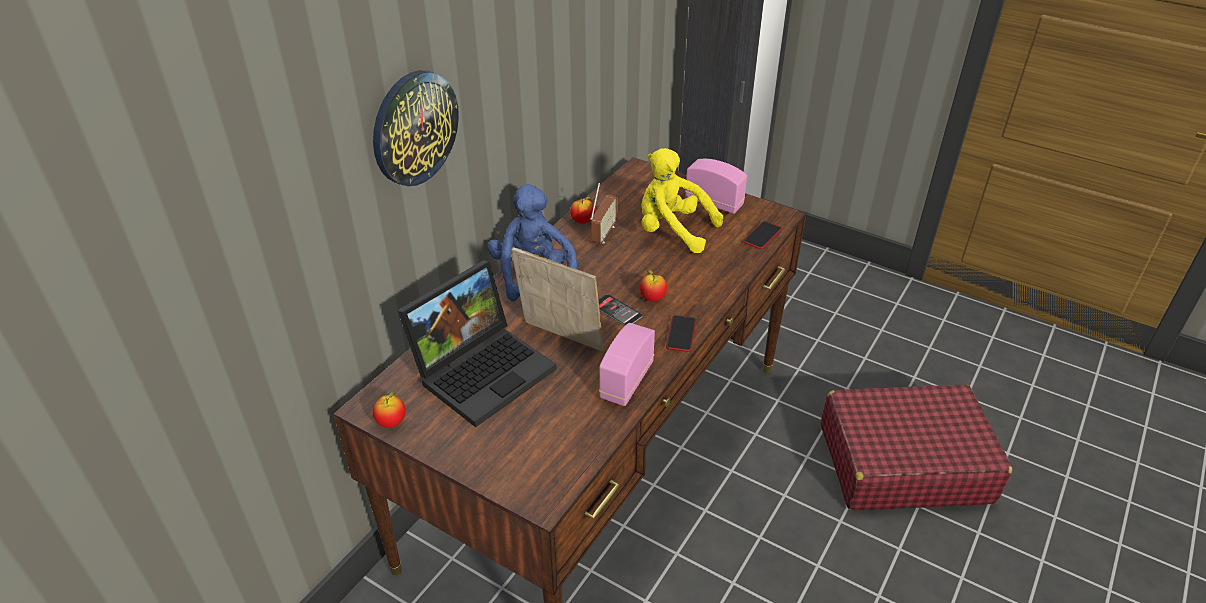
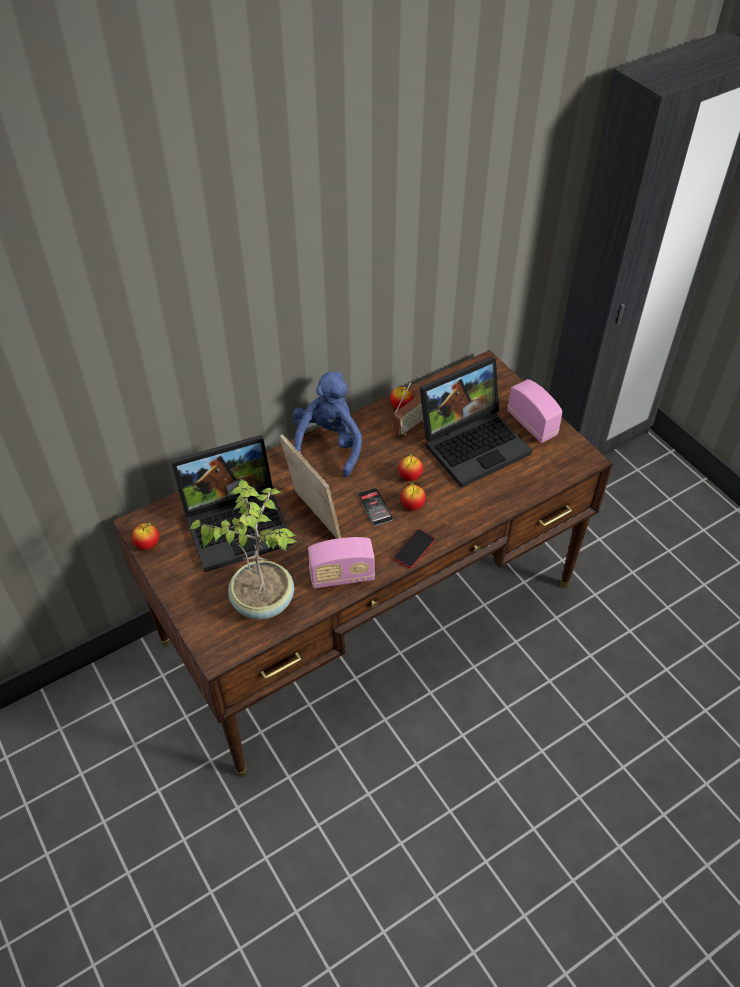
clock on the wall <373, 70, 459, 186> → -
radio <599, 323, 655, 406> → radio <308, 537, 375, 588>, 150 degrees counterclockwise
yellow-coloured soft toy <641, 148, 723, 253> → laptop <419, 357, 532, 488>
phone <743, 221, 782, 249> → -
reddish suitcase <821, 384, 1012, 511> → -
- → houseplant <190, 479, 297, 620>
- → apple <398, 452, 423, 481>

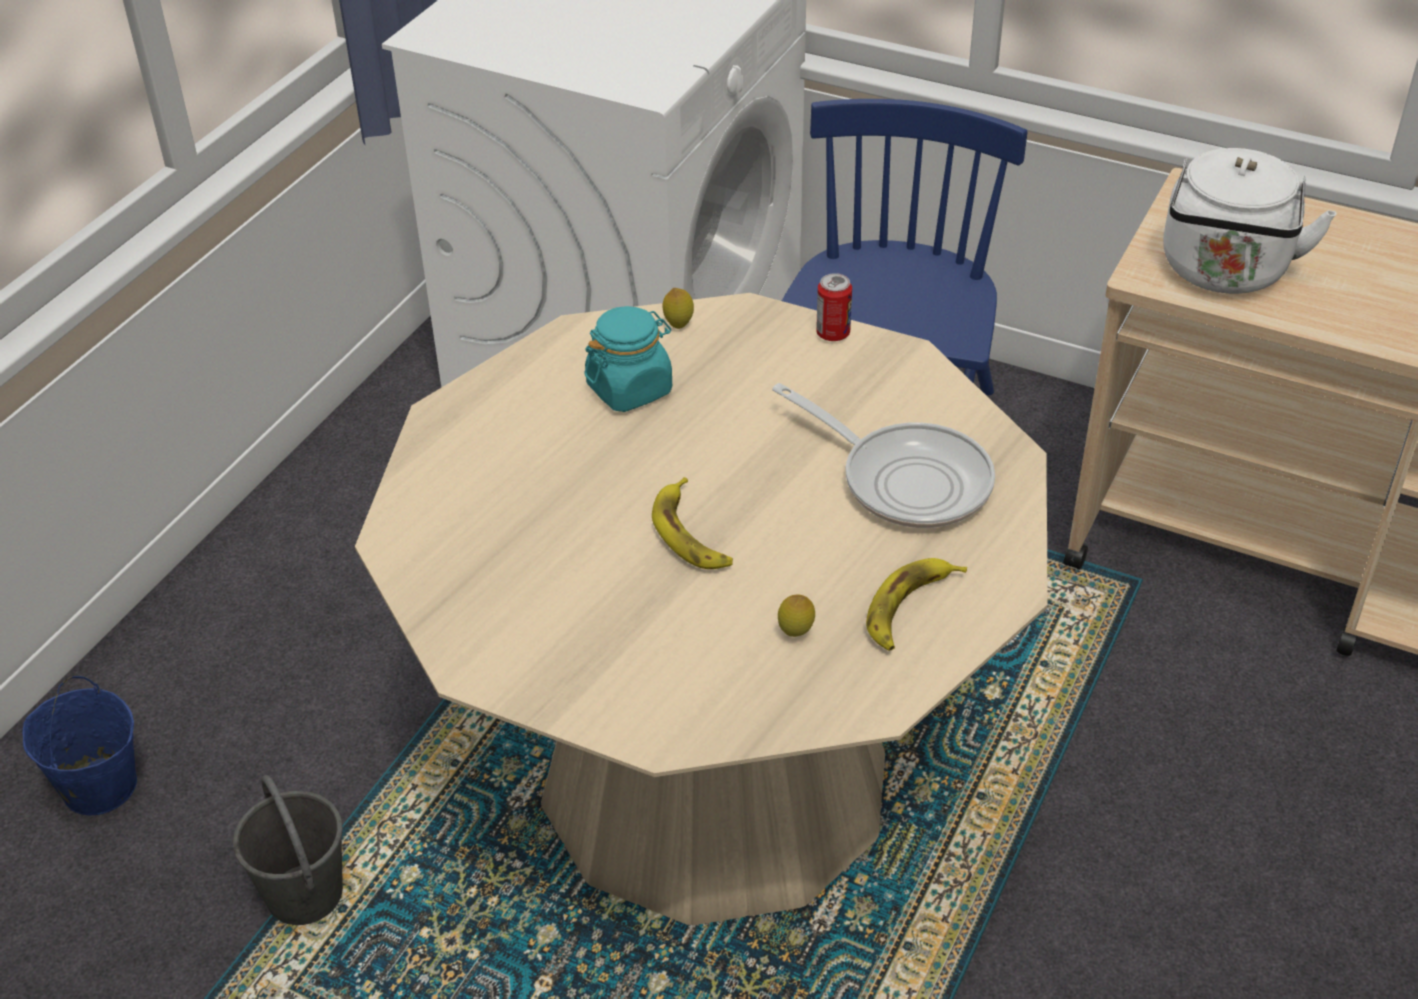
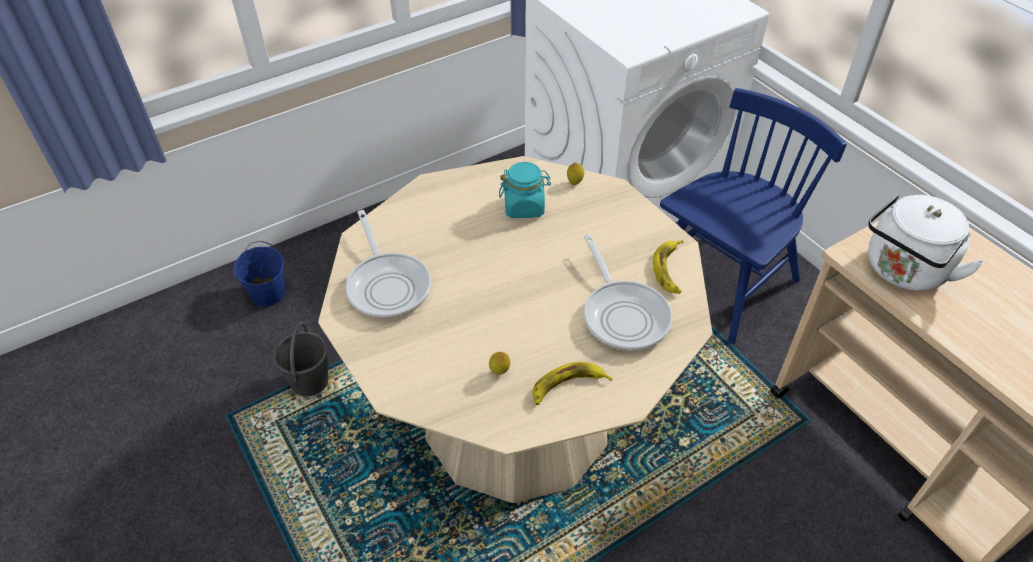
banana fruit <652, 477, 733, 569> → banana fruit <653, 240, 684, 294>, move
metal can <816, 273, 852, 341> → -
- → frying pan <345, 210, 431, 319>

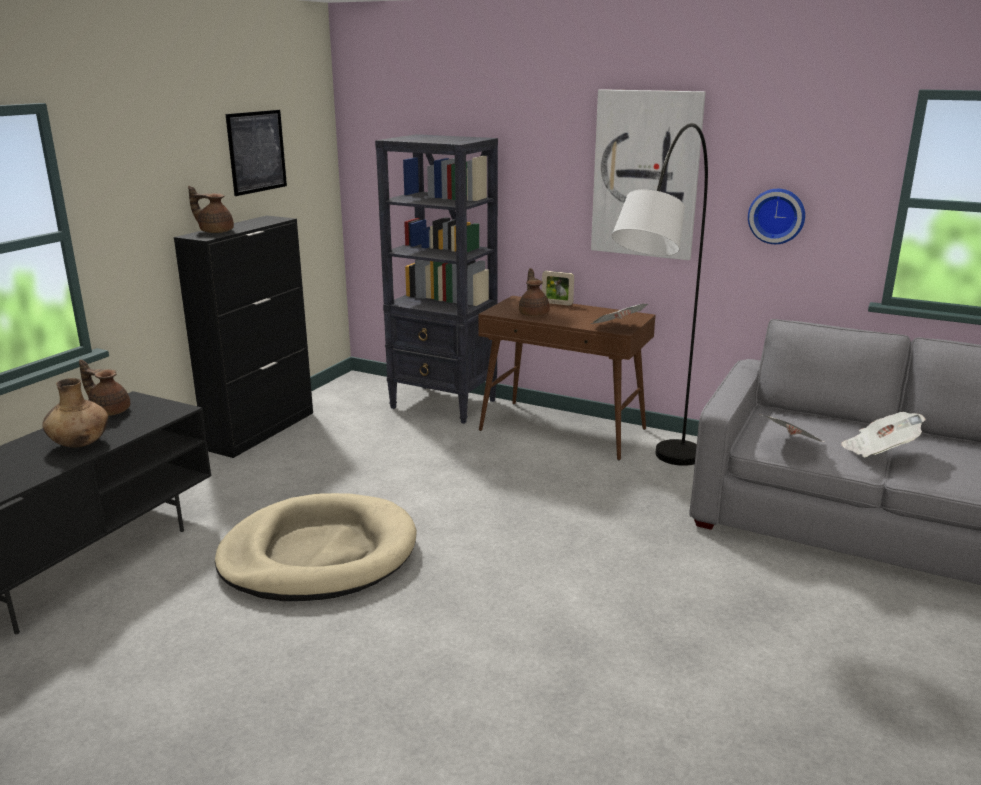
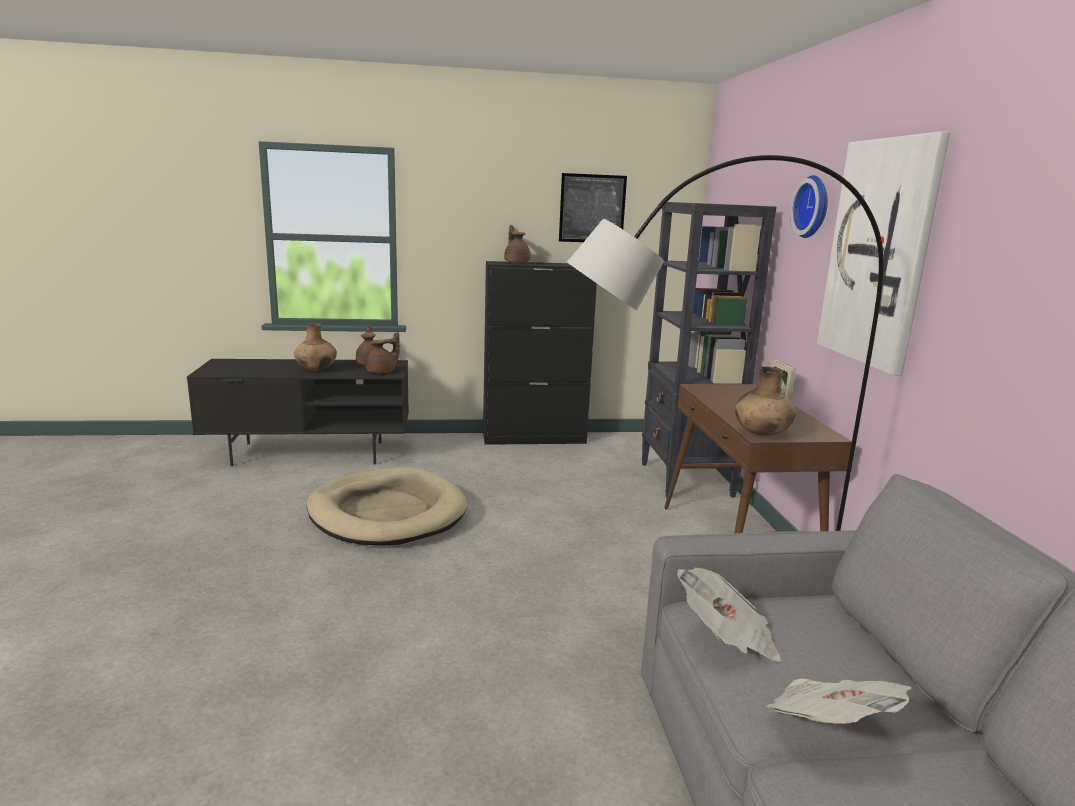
brownish tea pot <519, 268, 550, 317> → brownish tea pot <366, 332, 400, 373>, move
newspaper <591, 303, 648, 324> → brownish vase <734, 367, 796, 436>
clock on the wall <748, 189, 805, 244> → clock on the wall <790, 175, 828, 238>, move

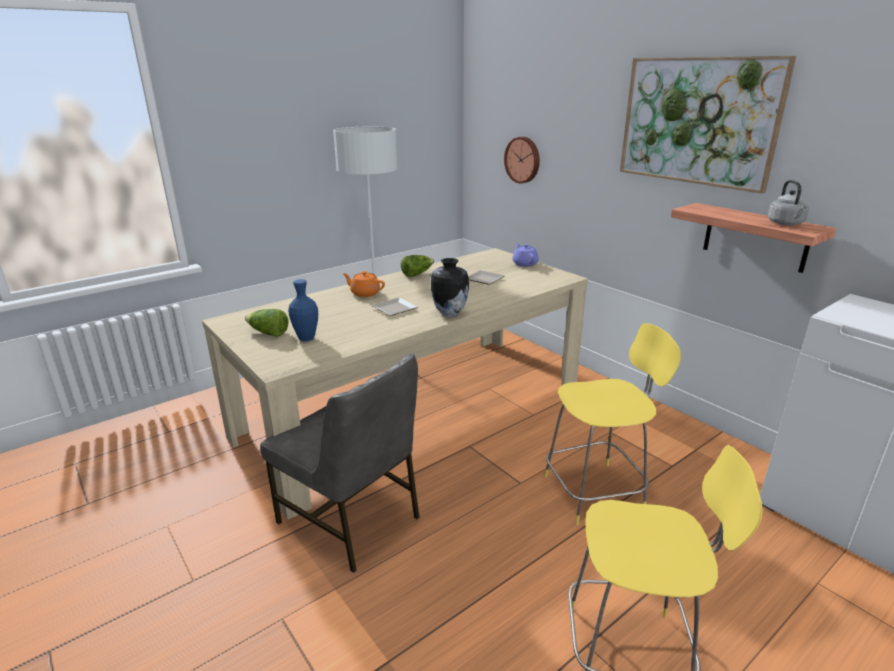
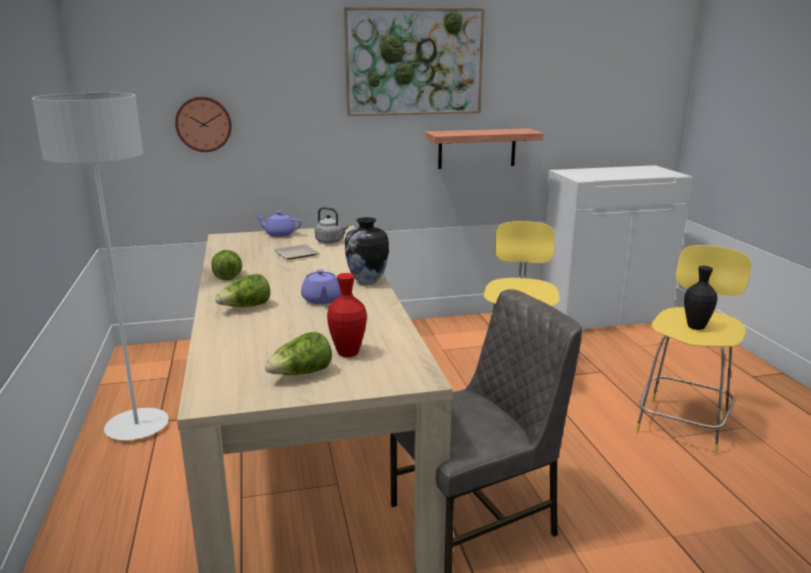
bluish vase <288, 279, 318, 341> → reddish vase <327, 273, 367, 357>
orangey tea pot <342, 271, 385, 297> → head of lettuce <215, 274, 270, 307>
plate <372, 298, 418, 316> → purple-coloured tea pot <301, 269, 341, 304>
grey tea kettle <768, 180, 809, 226> → grey tea kettle <315, 207, 348, 244>, move
- → blackish vase <684, 266, 717, 330>

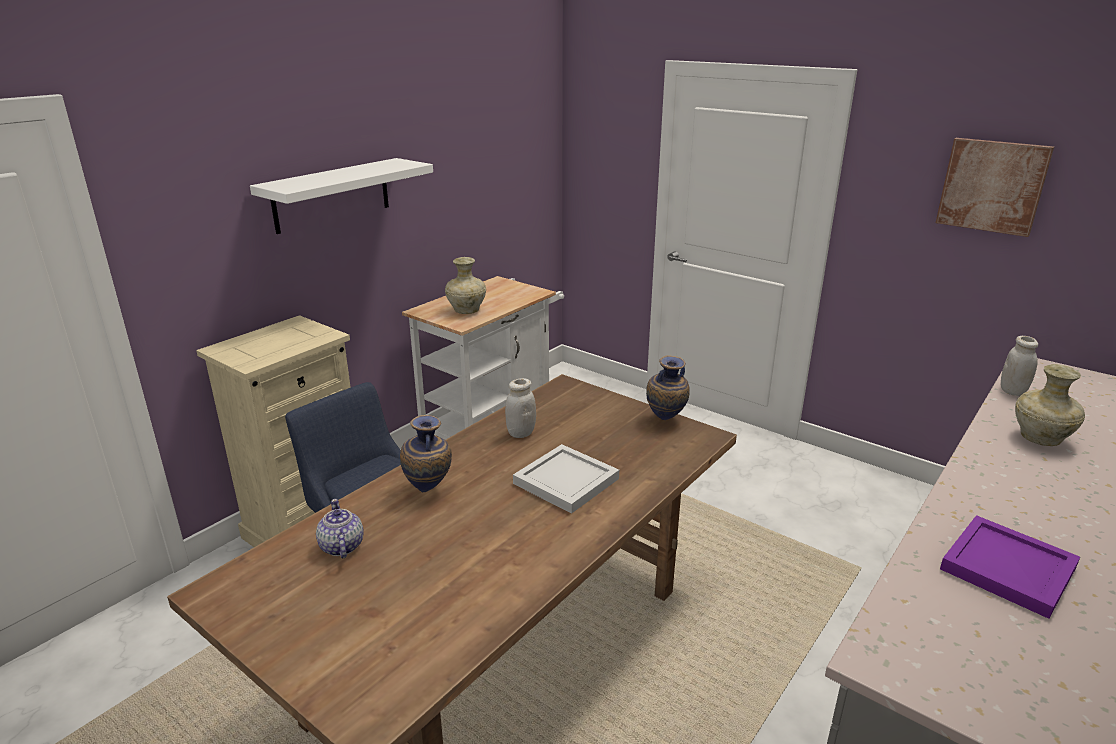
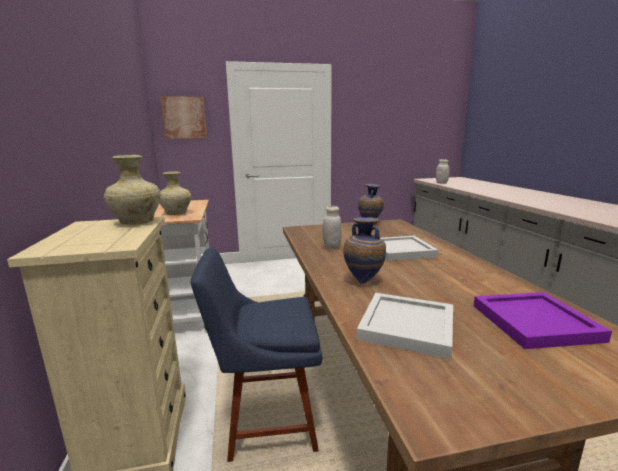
whitish bracket shelf <250, 158, 433, 234> → -
tea pot <316, 499, 364, 558> → whitish serving tray <357, 293, 453, 359>
picture <936, 138, 1054, 237> → picture <160, 96, 207, 139>, move
purple-coloured serving tray <940, 515, 1080, 619> → purple-coloured serving tray <474, 292, 612, 349>, move
sand-coloured vase <1015, 364, 1085, 446> → sand-coloured vase <104, 155, 161, 225>, move

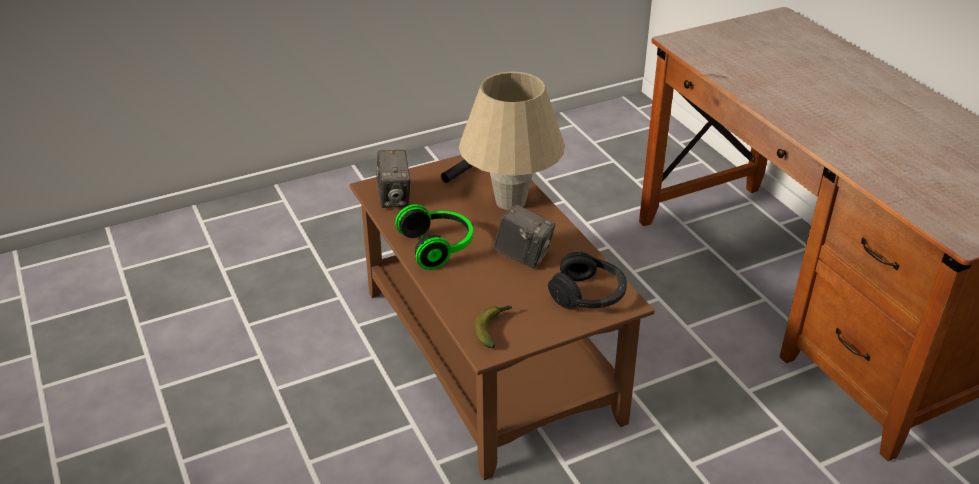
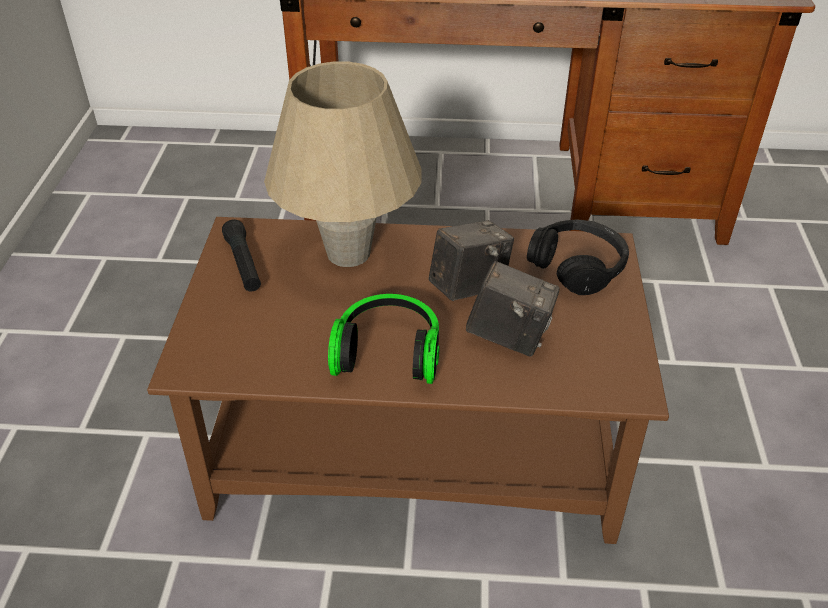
photo camera <376, 150, 411, 208> → photo camera <466, 261, 560, 357>, move
banana fruit <475, 306, 512, 348> → -

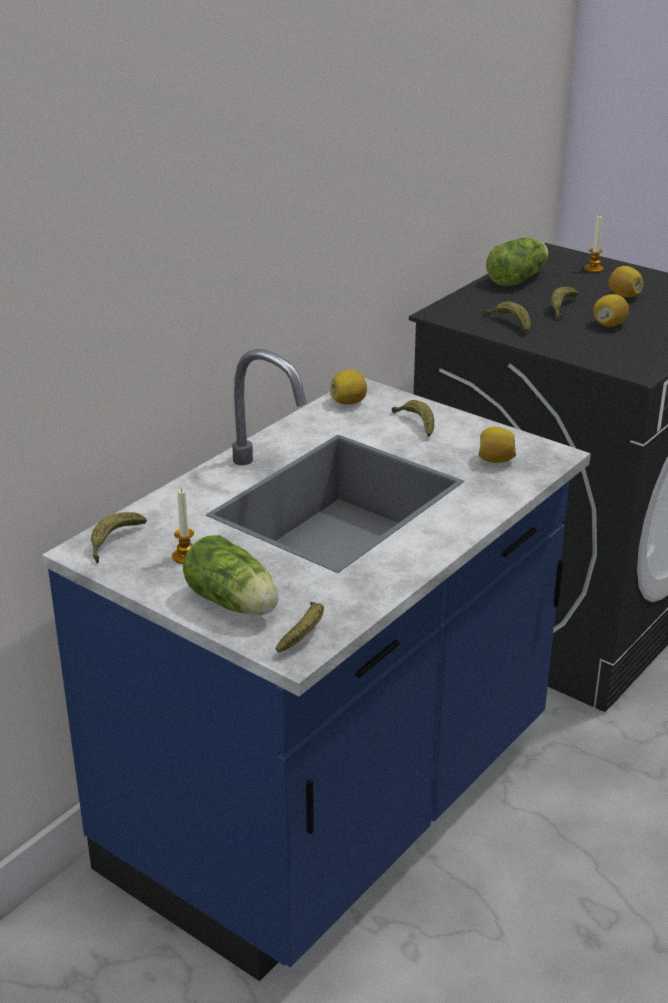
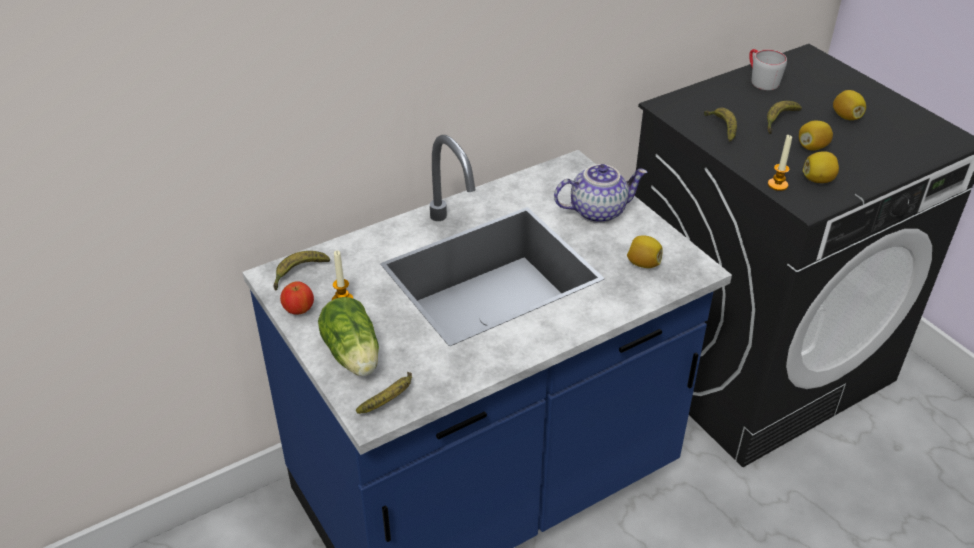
lemon <330, 370, 367, 405> → lemon <803, 151, 839, 183>, move
banana fruit <392, 400, 434, 437> → tea pot <554, 164, 647, 223>
head of lettuce <486, 238, 548, 287> → grey mug <749, 49, 787, 90>
wax candle <584, 215, 603, 272> → wax candle <768, 135, 792, 191>, move
- → apple <280, 281, 314, 315>

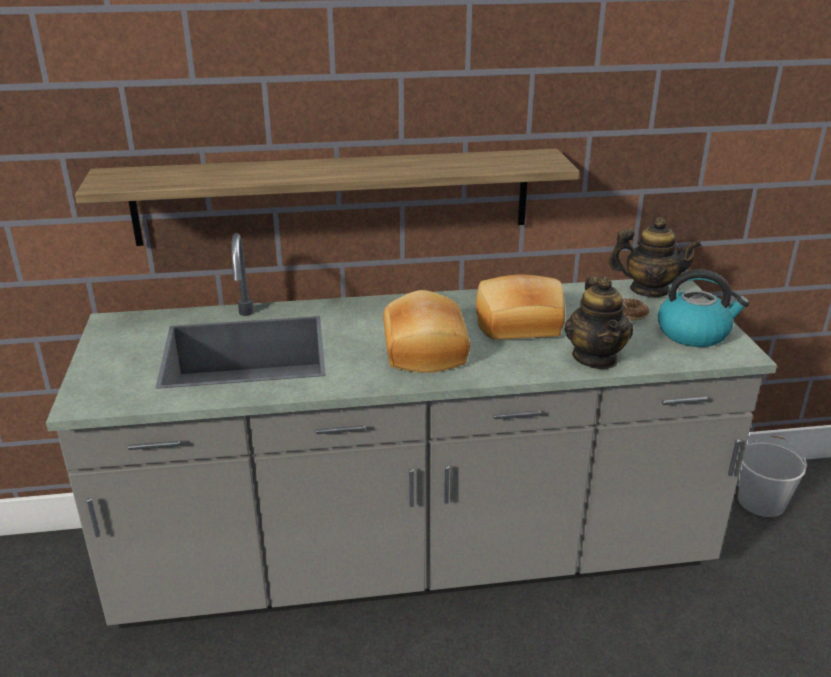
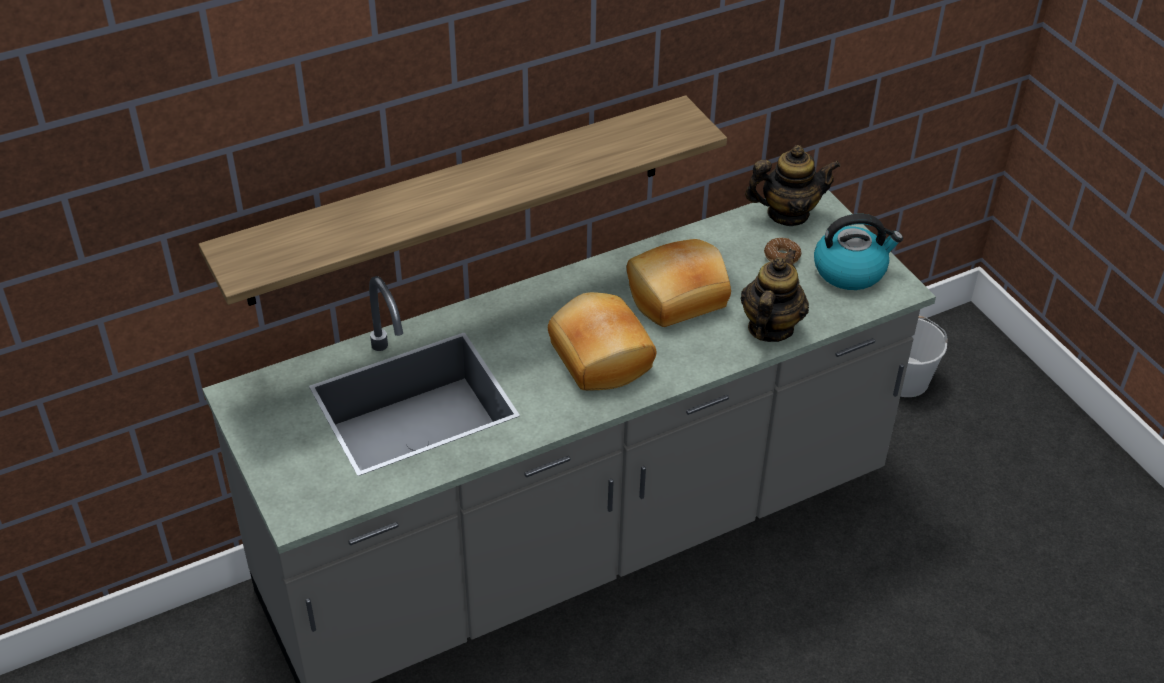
tea pot <564, 276, 633, 369> → tea pot <741, 249, 809, 342>, 135 degrees counterclockwise

